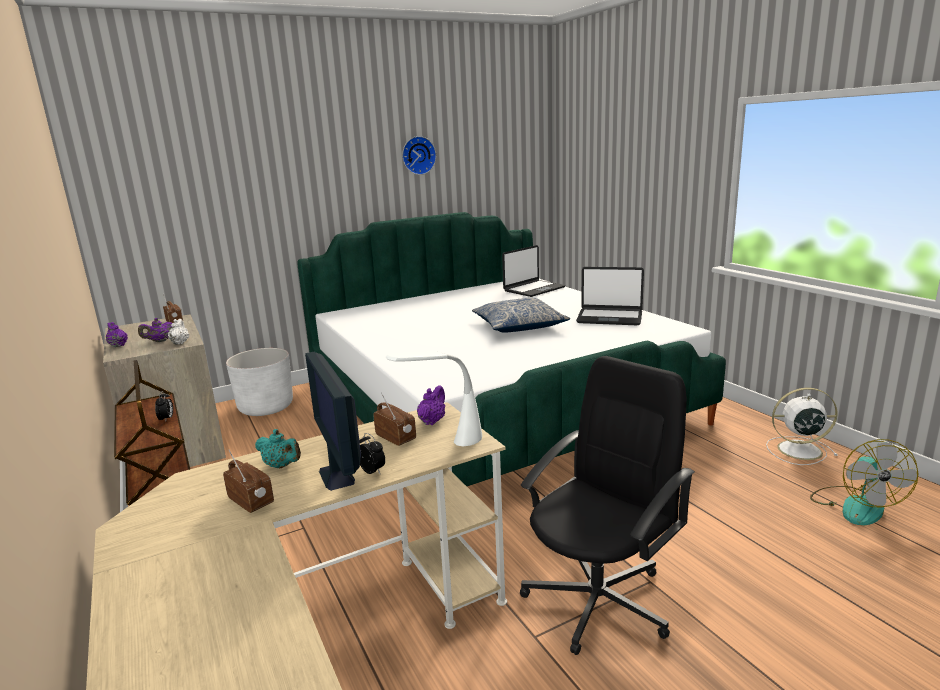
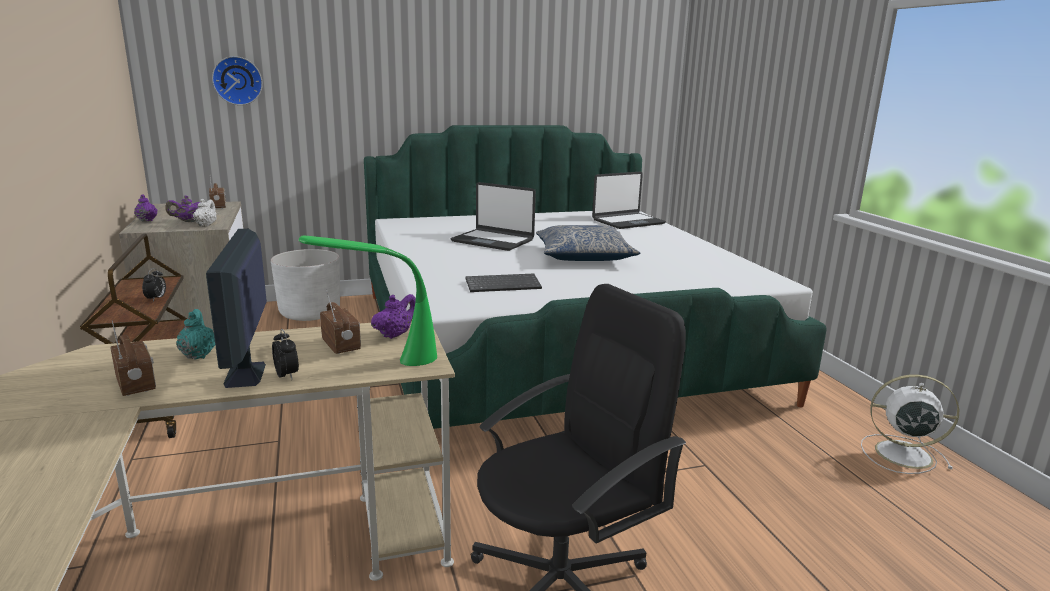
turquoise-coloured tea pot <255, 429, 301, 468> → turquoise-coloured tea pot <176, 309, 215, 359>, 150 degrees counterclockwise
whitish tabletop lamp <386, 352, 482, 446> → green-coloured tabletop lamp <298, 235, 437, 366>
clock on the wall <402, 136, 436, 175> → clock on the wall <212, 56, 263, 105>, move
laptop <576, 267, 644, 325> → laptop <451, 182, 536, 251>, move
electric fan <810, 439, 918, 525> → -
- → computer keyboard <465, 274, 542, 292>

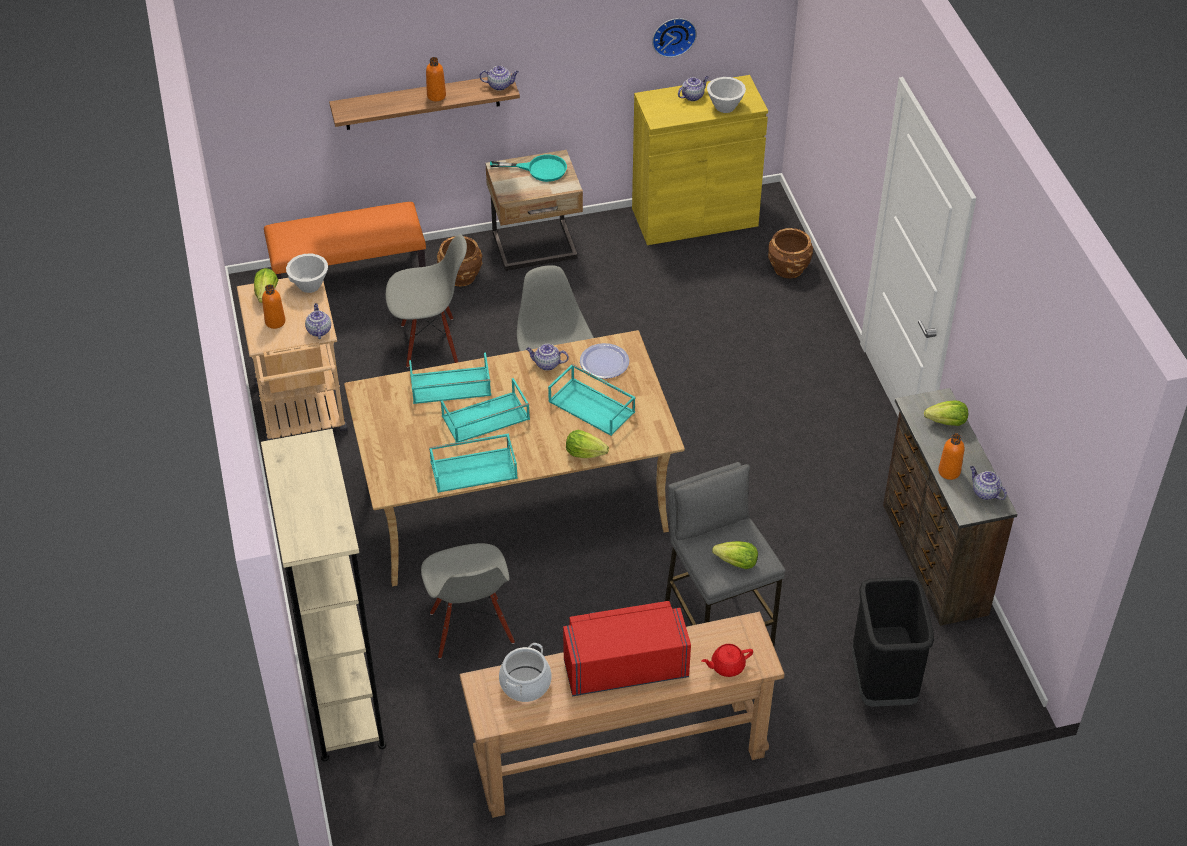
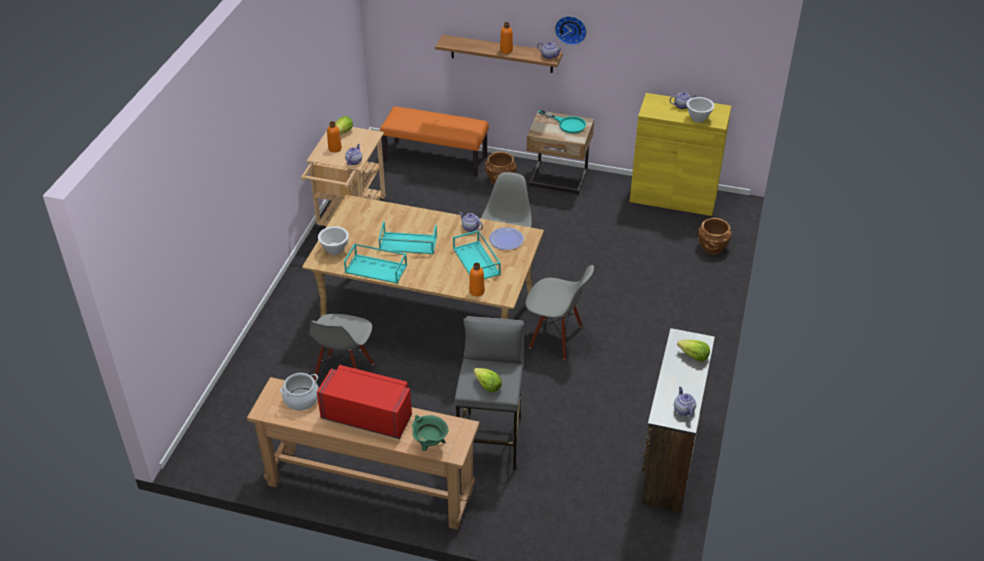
sand-coloured shelving unit <261, 429, 386, 761> → -
whitish serving bowl <286, 254, 328, 293> → whitish serving bowl <318, 226, 349, 255>, move
grey upright chair <386, 234, 467, 368> → grey upright chair <526, 265, 594, 360>, move
turquoise-coloured serving tray <409, 353, 491, 404> → -
head of lettuce <566, 430, 609, 458> → -
clock on the wall <652, 18, 697, 57> → clock on the wall <555, 16, 587, 45>, move
reddish tea pot <701, 644, 753, 677> → green-coloured cooking pot <412, 415, 448, 451>
blackish trash can <852, 577, 934, 707> → -
orangey beverage bottle <938, 434, 965, 480> → orangey beverage bottle <469, 263, 485, 296>, move

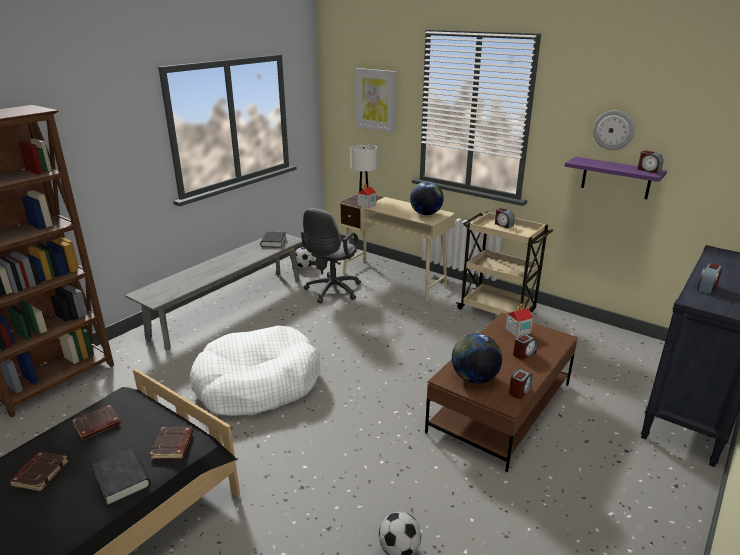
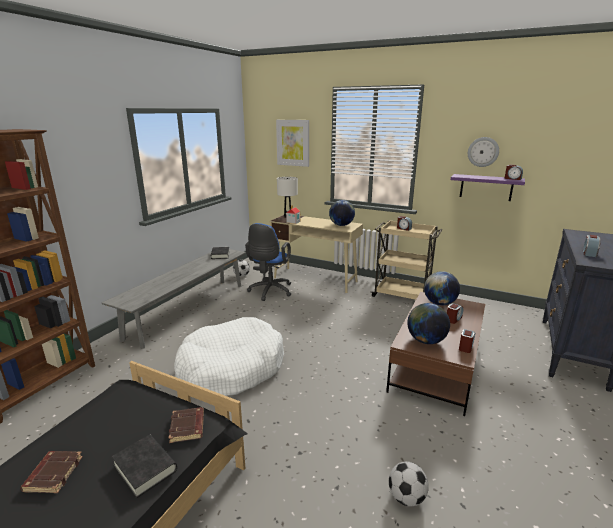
brownish book <72, 405, 121, 440> → -
grey office chair <301, 208, 361, 303> → bluish office chair <245, 223, 291, 301>
miniature house <505, 303, 533, 337> → desk globe <424, 271, 460, 306>

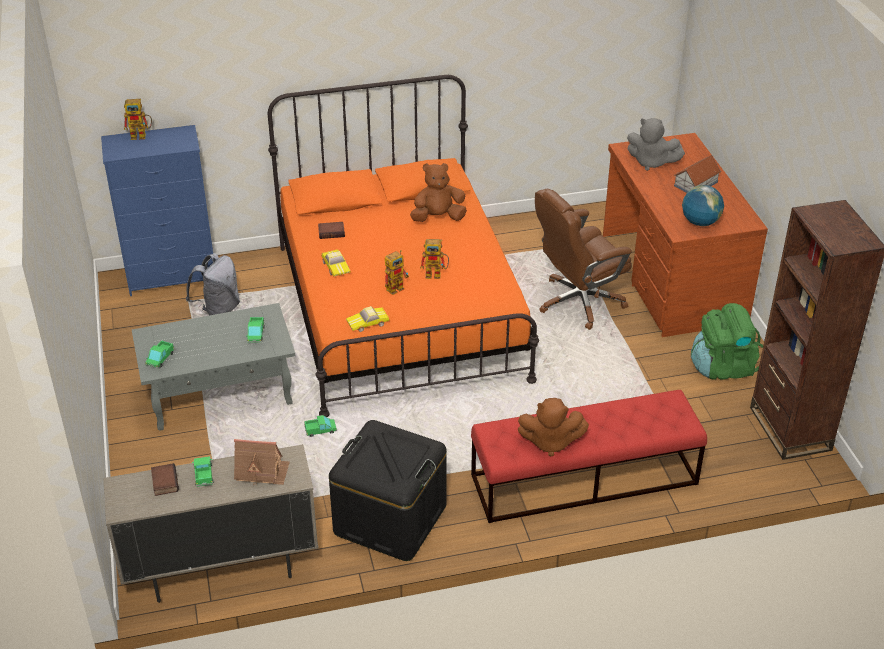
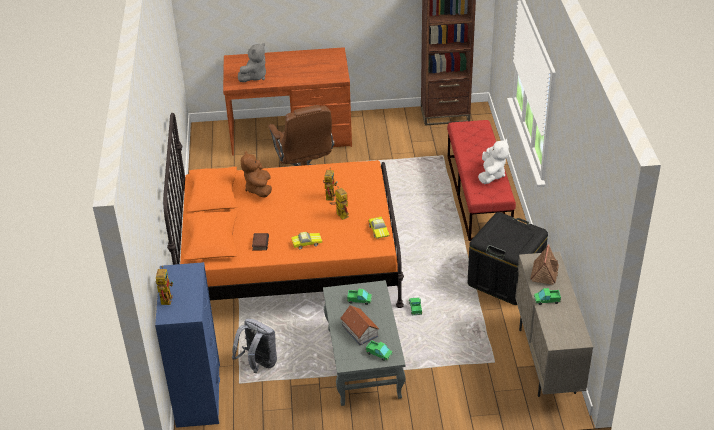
book <151, 463, 179, 496> → -
brownish soft toy <518, 398, 589, 457> → whitish soft toy <478, 138, 509, 184>
miniature house <674, 155, 721, 193> → miniature house <340, 305, 379, 345>, move
desk globe <682, 185, 724, 226> → -
green-coloured rucksack <691, 303, 763, 380> → -

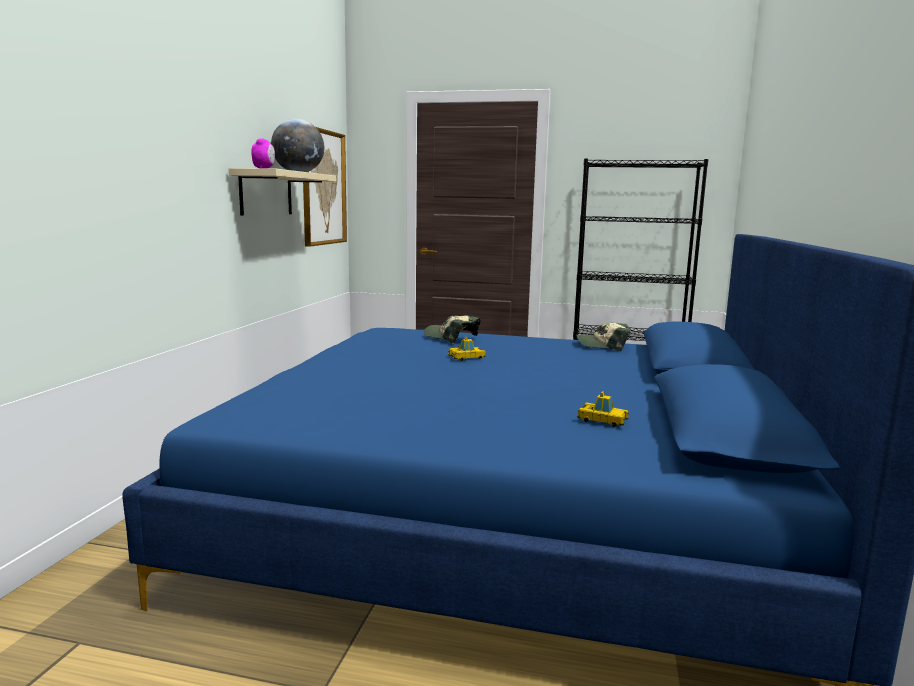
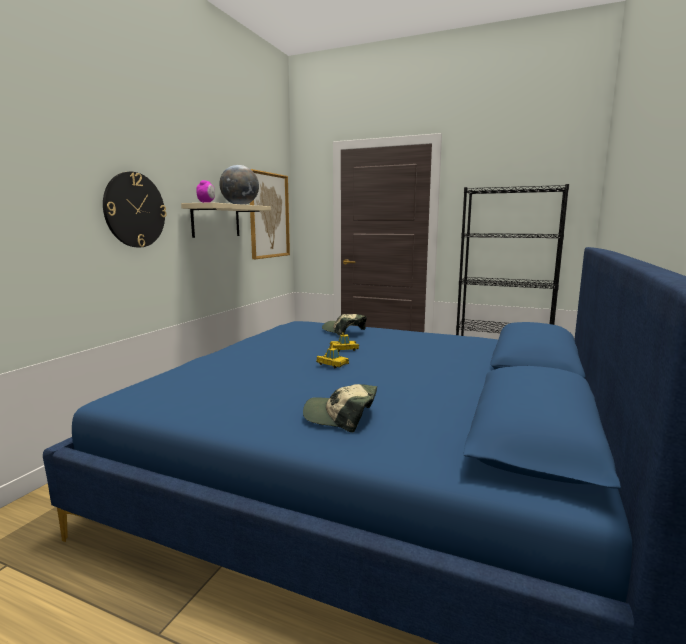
peaked cap <576, 323, 630, 351> → peaked cap <303, 384, 377, 432>, move
model car <577, 391, 630, 427> → model car <316, 345, 349, 368>, move
- → clock on the wall <103, 172, 167, 247>

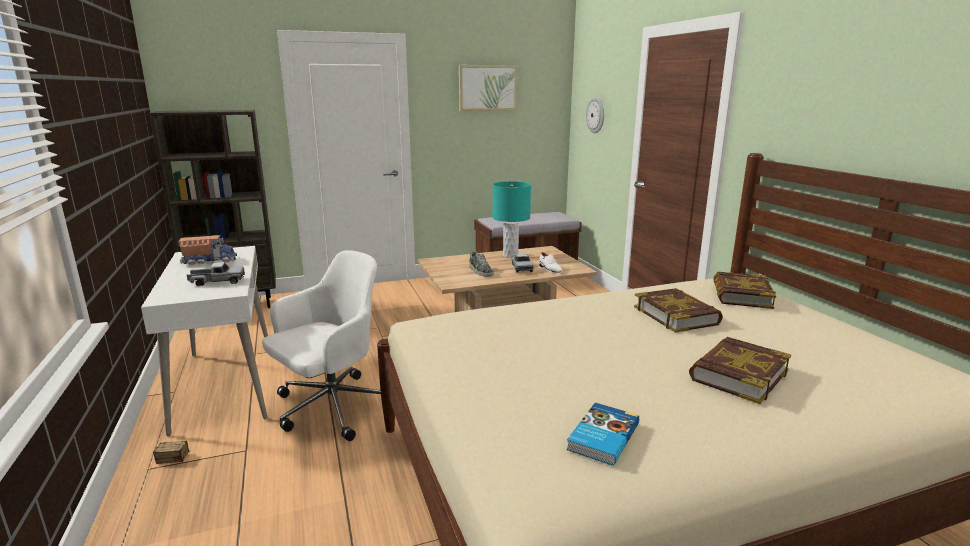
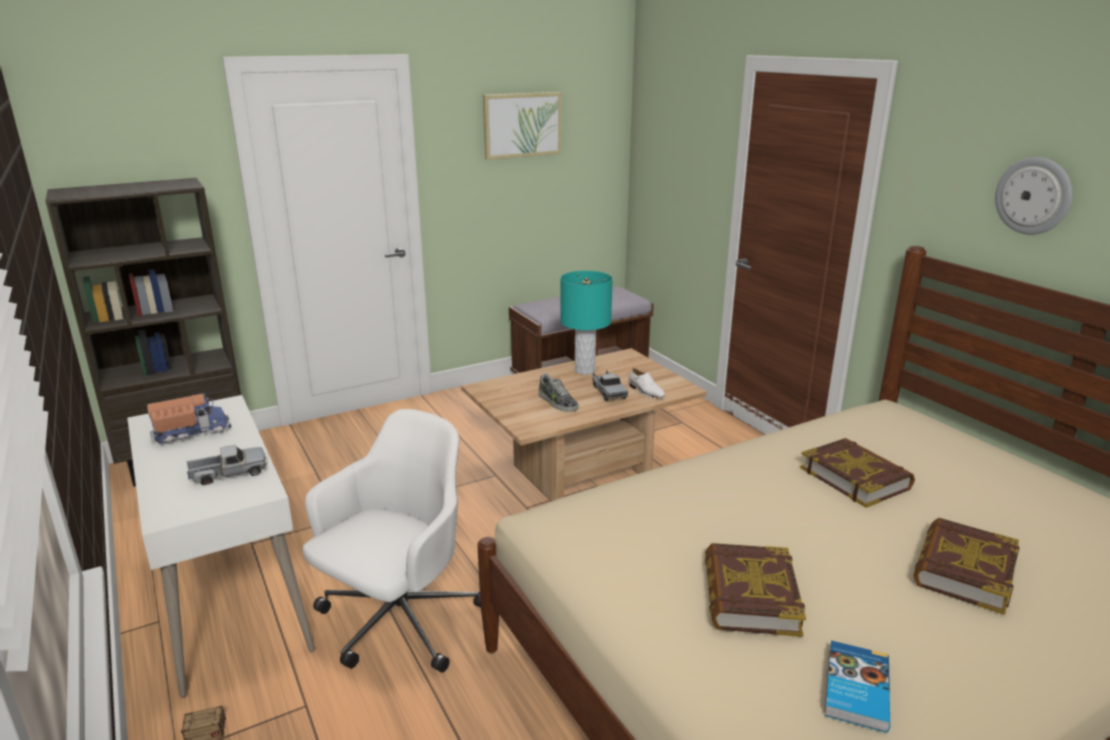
clock on the wall <586, 97, 604, 133> → clock on the wall <995, 157, 1072, 235>, move
book <713, 272, 776, 309> → book <705, 543, 806, 637>, move

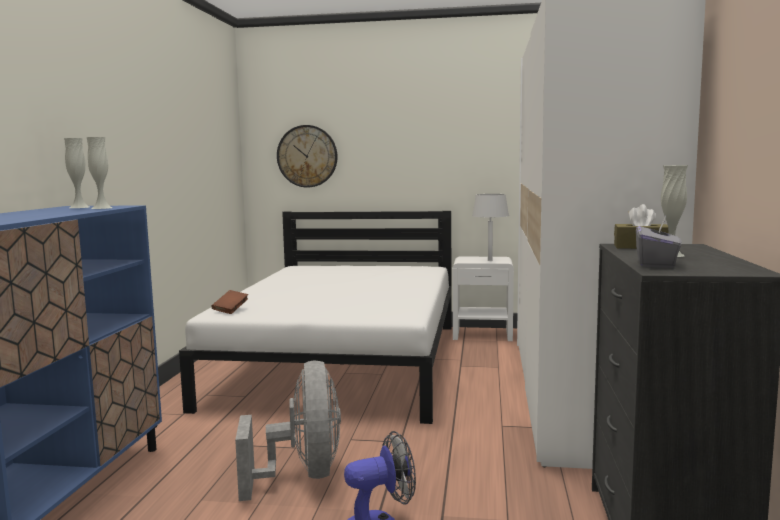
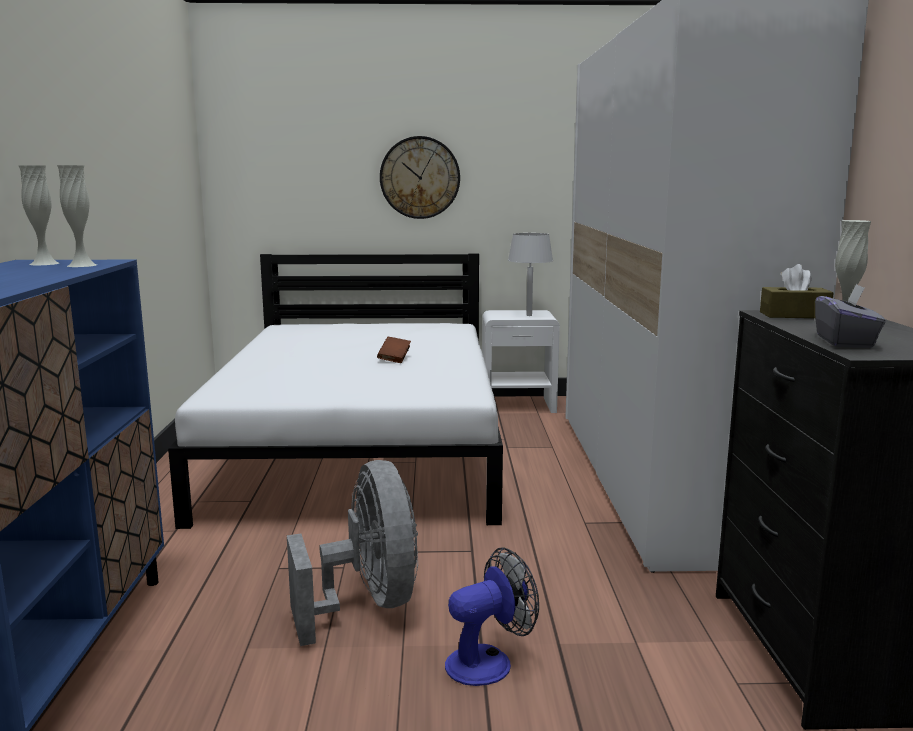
brownish book <211, 290, 248, 314> → brownish book <377, 337, 411, 363>, move
clock on the wall <277, 125, 338, 188> → clock on the wall <380, 136, 460, 219>, move

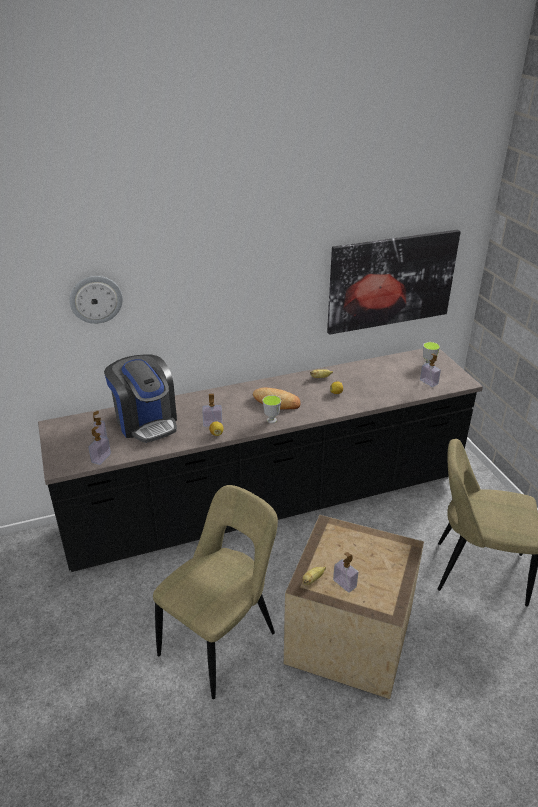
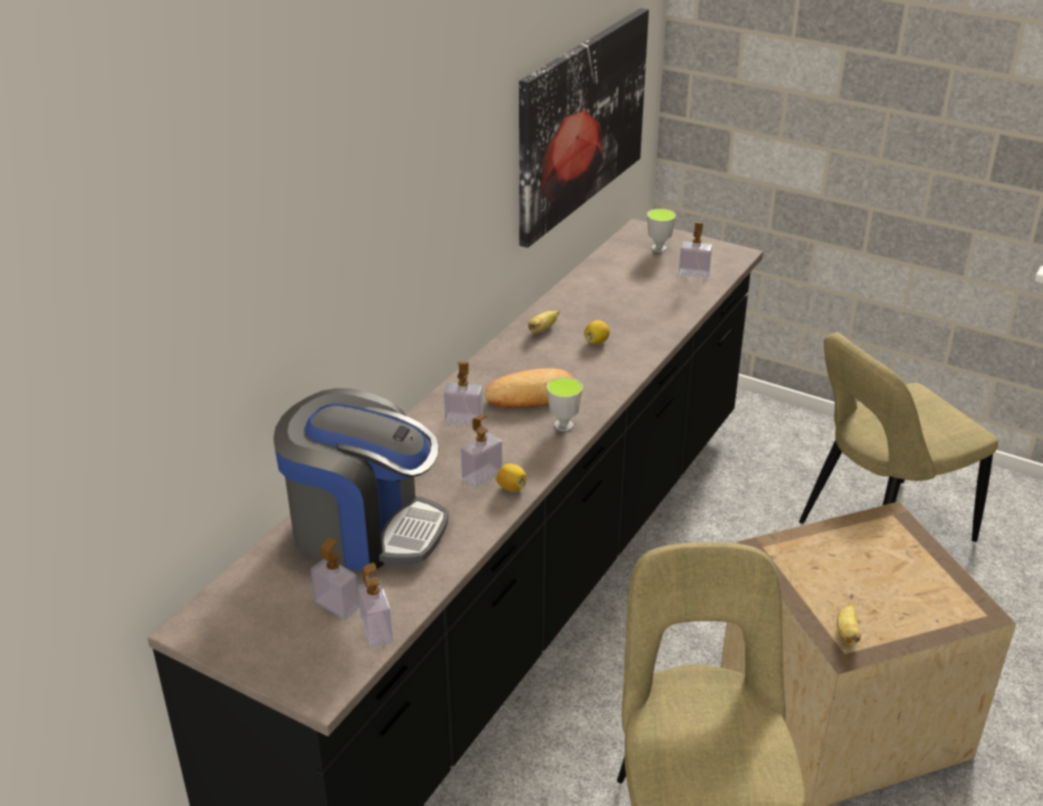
clock on the wall <69, 276, 123, 324> → -
soap bottle <333, 552, 358, 593> → soap bottle <444, 361, 483, 425>, move

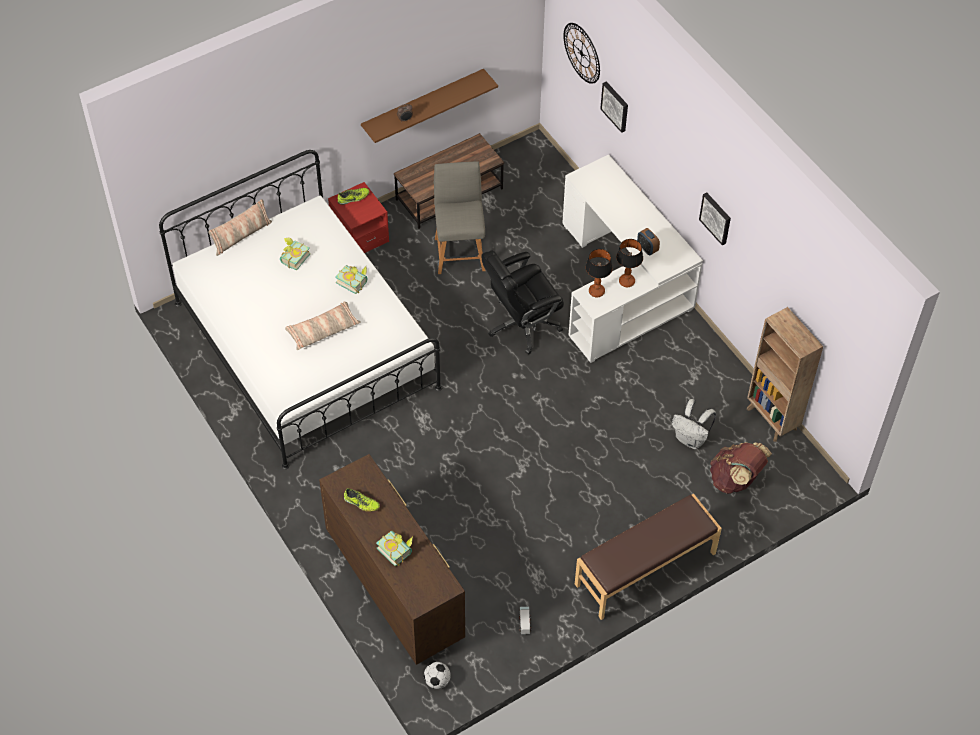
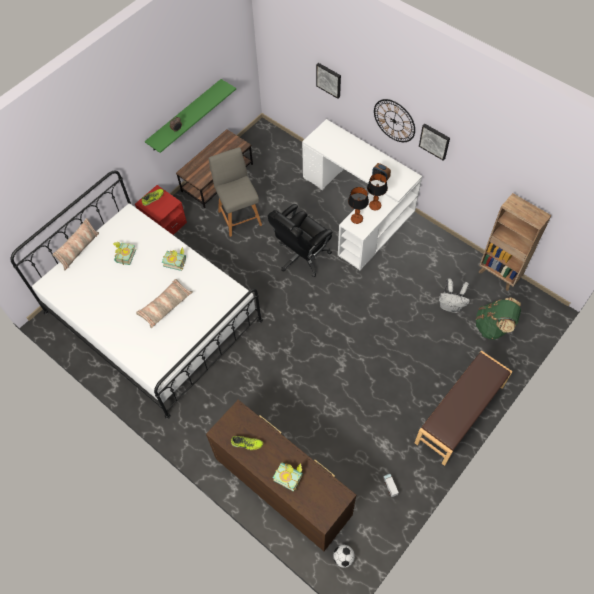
brownish bracket shelf <361, 69, 498, 143> → green-coloured bracket shelf <145, 79, 236, 153>
clock on the wall <564, 23, 600, 84> → clock on the wall <374, 99, 415, 142>, move
brownish rucksack <710, 442, 772, 494> → green-coloured rucksack <476, 297, 521, 340>

